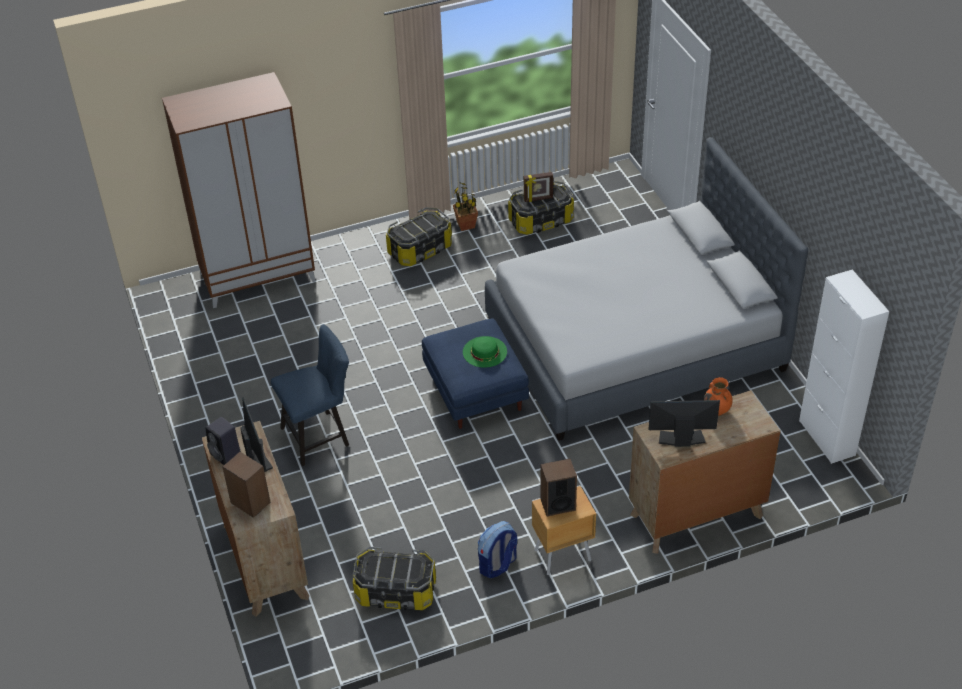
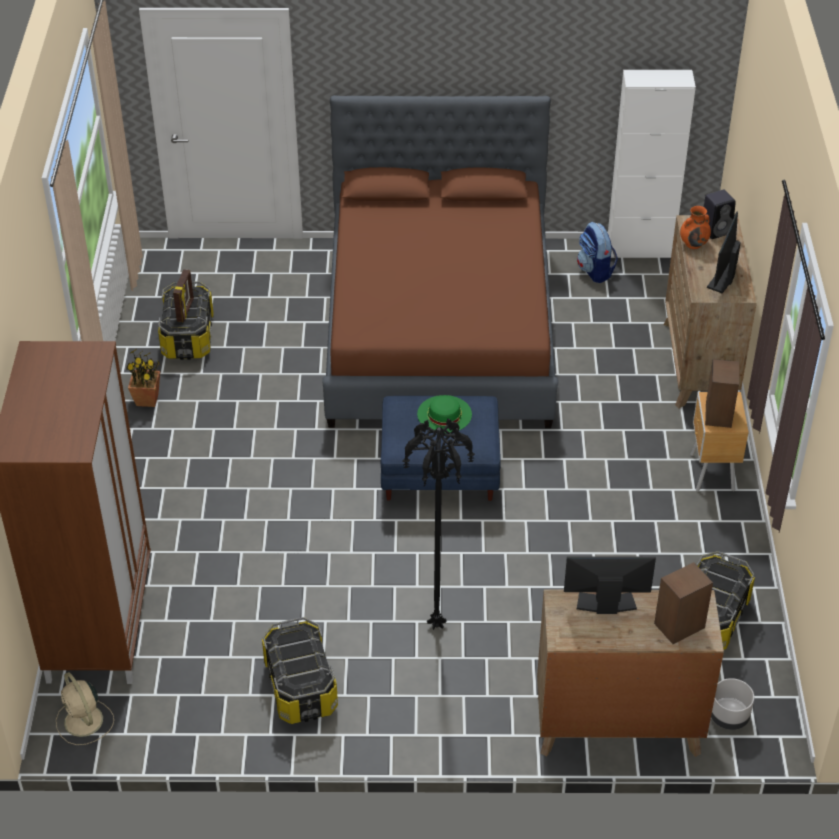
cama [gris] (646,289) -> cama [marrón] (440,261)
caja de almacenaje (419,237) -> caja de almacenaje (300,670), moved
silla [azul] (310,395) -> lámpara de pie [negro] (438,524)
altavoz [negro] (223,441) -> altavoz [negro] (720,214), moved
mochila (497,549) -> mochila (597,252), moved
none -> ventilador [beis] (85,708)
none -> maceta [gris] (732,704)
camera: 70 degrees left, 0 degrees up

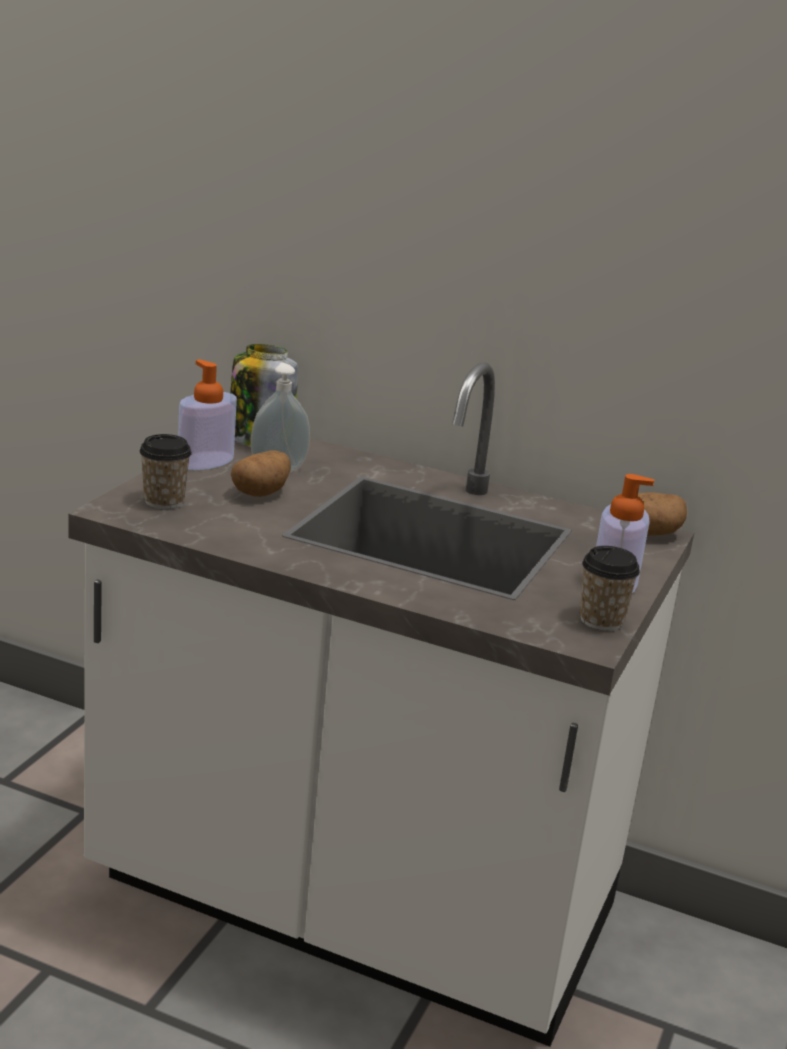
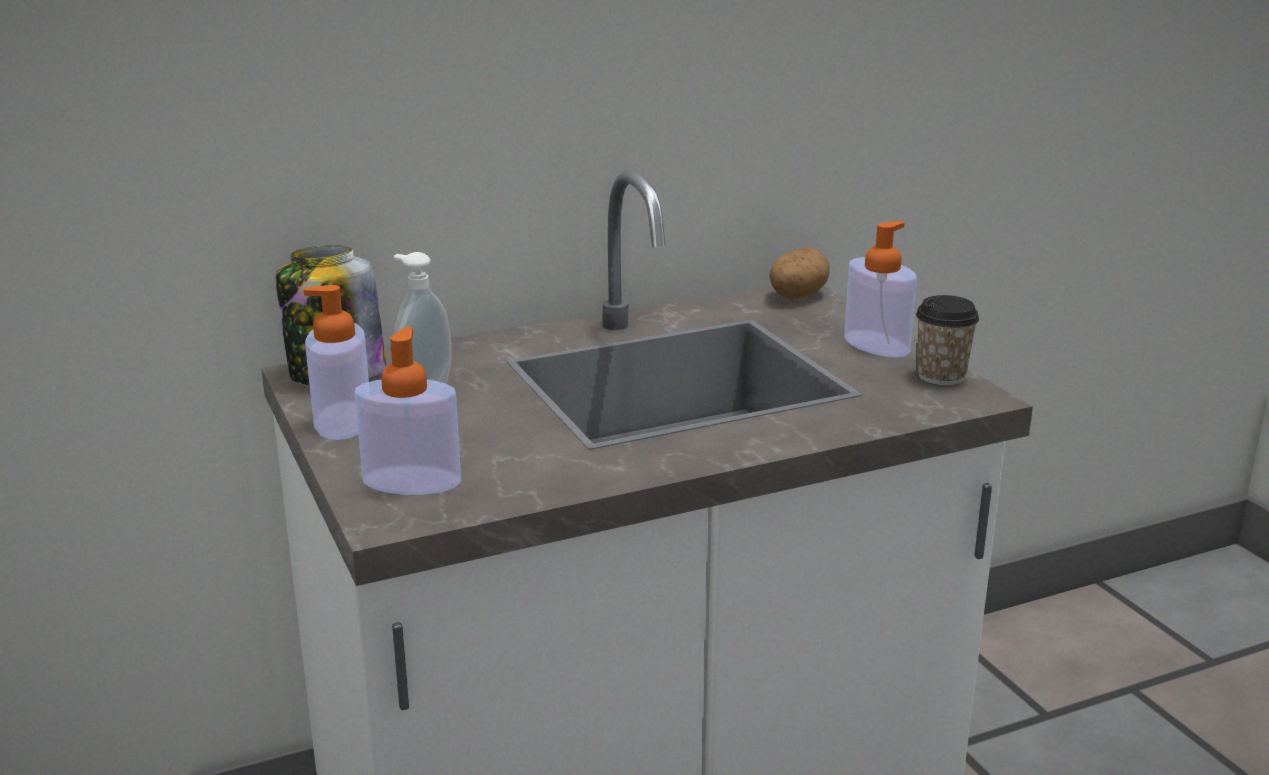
taza (165,471) -> dispensador de jabón (408,411)
patata (261,473) -> none
camera: 45 degrees left, 0 degrees up

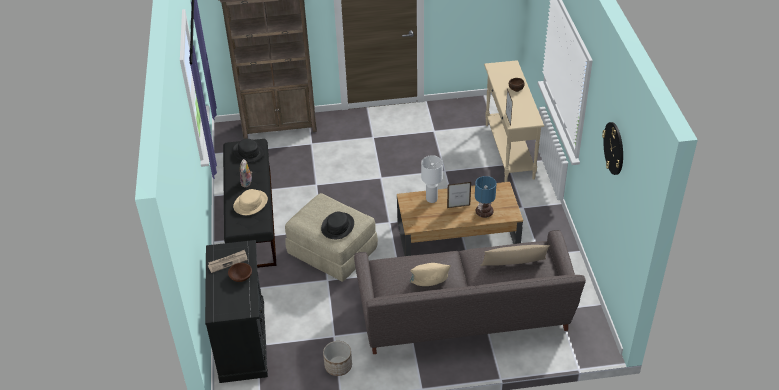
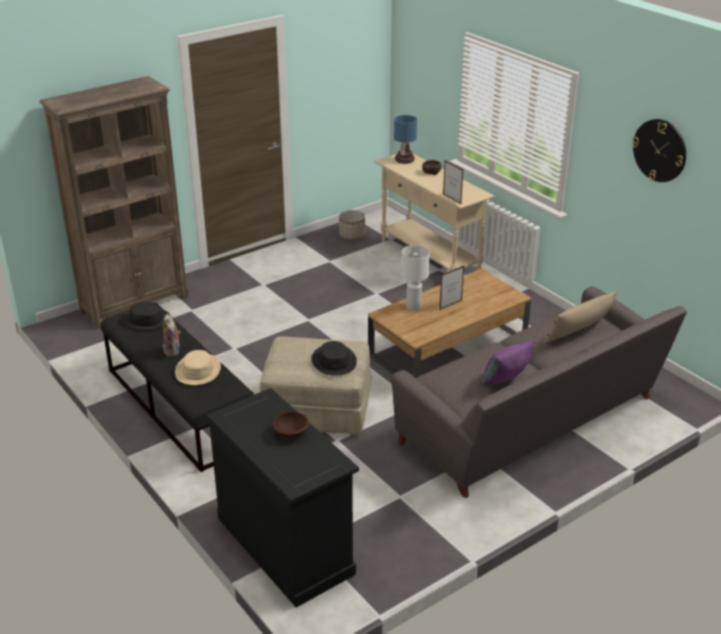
lámpara de mesa (486,197) -> lámpara de mesa (405,139), moved
periódico (228,261) -> none
cojín [beis] (430,274) -> cojín [morado] (508,362)
maceta (337,358) -> maceta (352,225), moved
camera: 30 degrees left, 10 degrees down

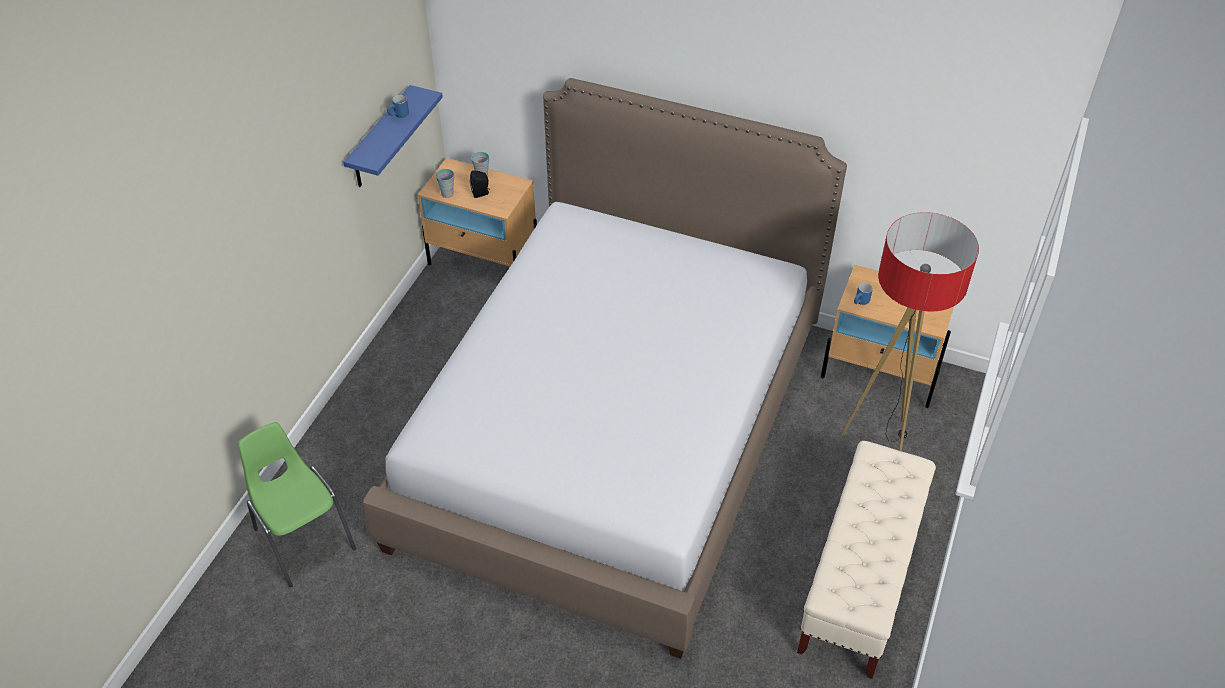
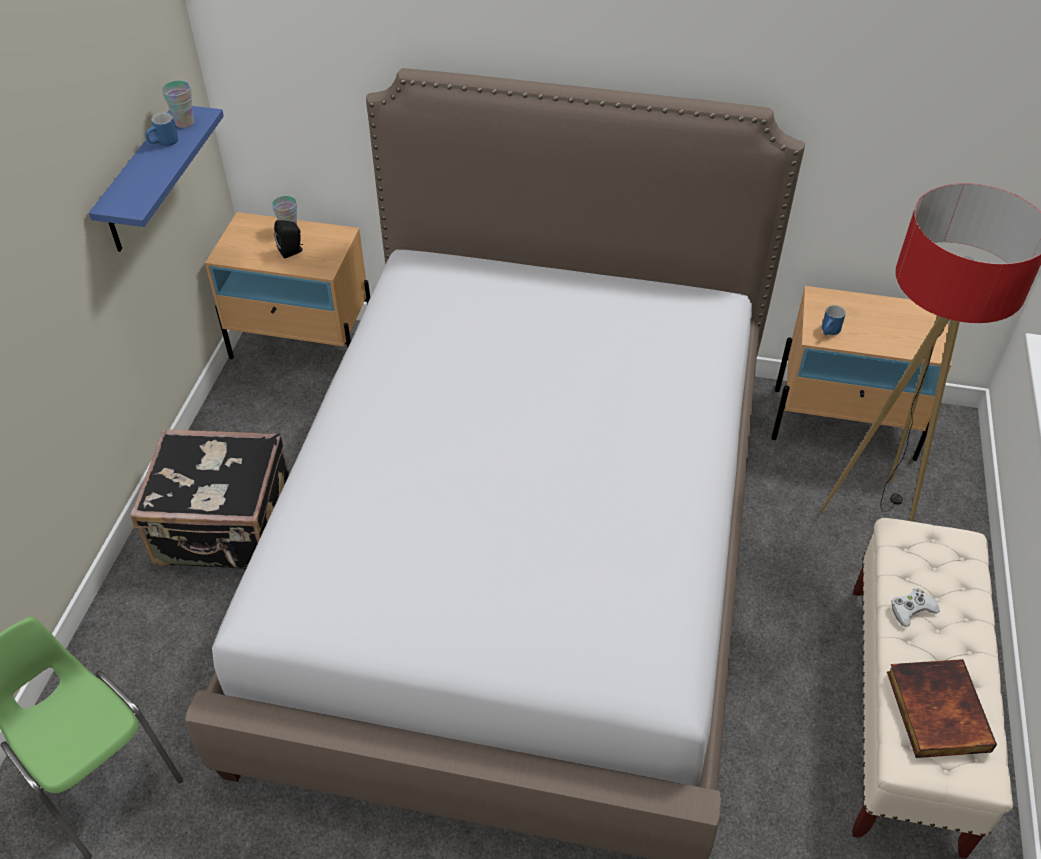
taza (445,183) -> taza (178,104), moved
none -> maleta [negro] (209,499)
none -> mando de consola [blanco] (915,607)
none -> libro (942,708)
camera: 10 degrees left, 0 degrees up

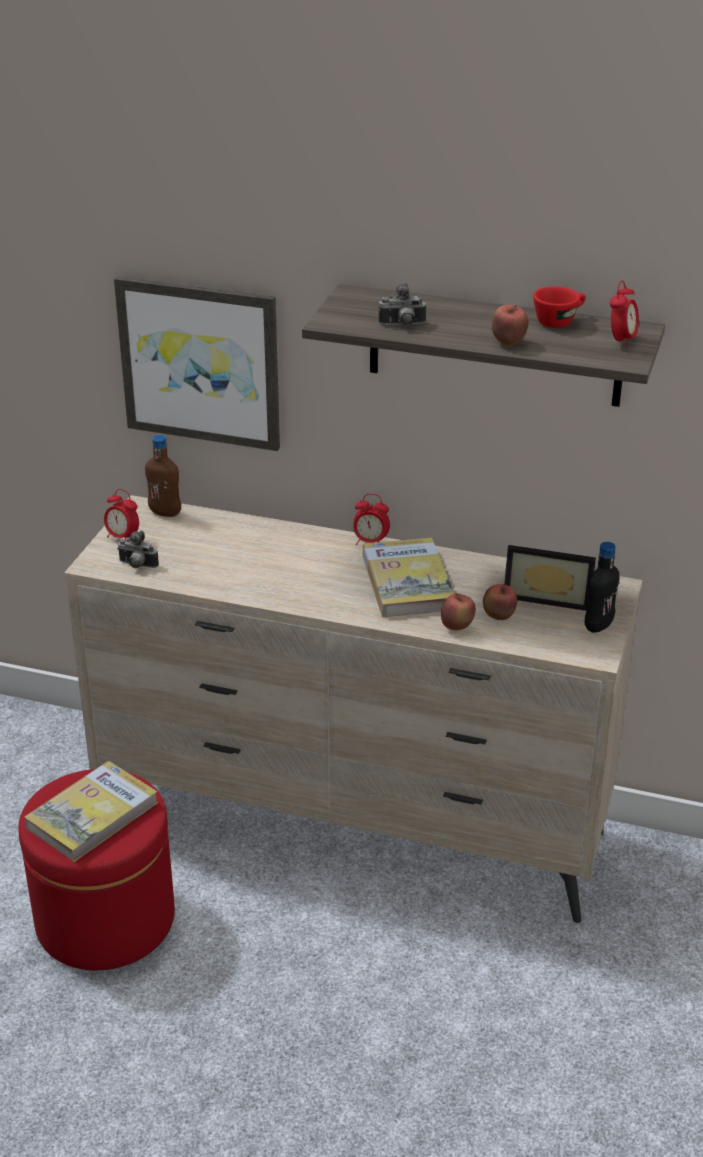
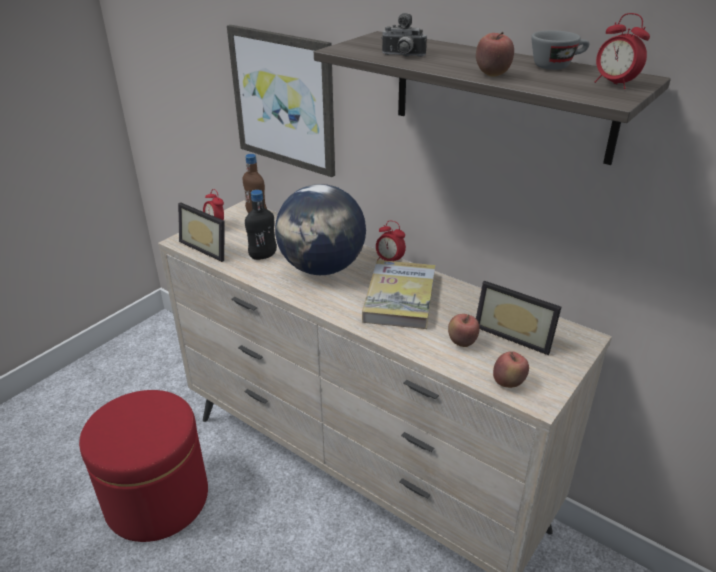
despertador (624,314) -> despertador (622,51), 90 degrees clockwise
taza [rojo] (559,307) -> taza [gris] (560,50)
cámara (138,549) -> portarretratos (201,232)
botella [negro] (602,587) -> botella [negro] (261,225), moved
manzana (458,611) -> manzana (511,369), moved
libro (91,811) -> none
none -> globo terráqueo (320,229)
camera: 20 degrees right, 0 degrees up

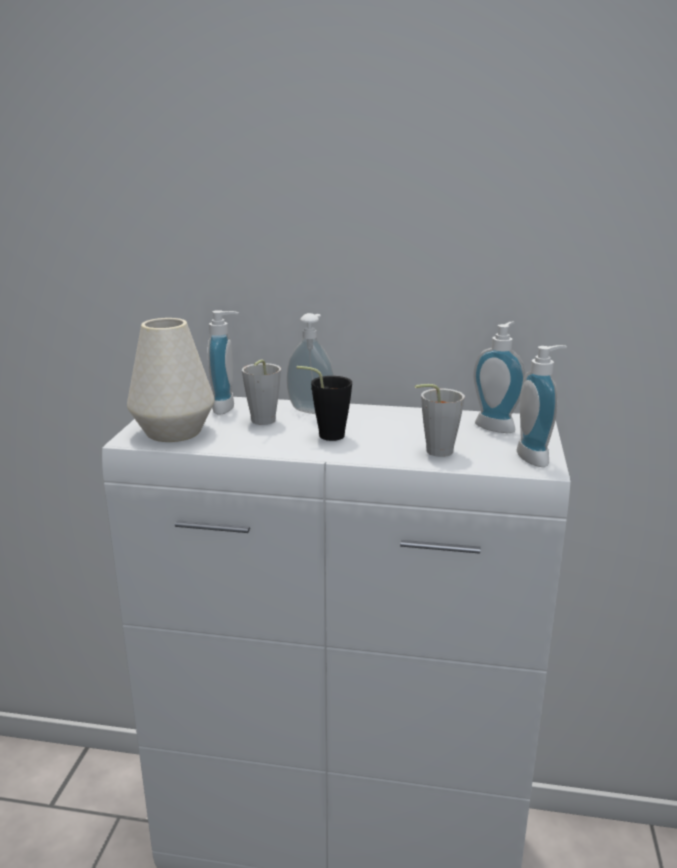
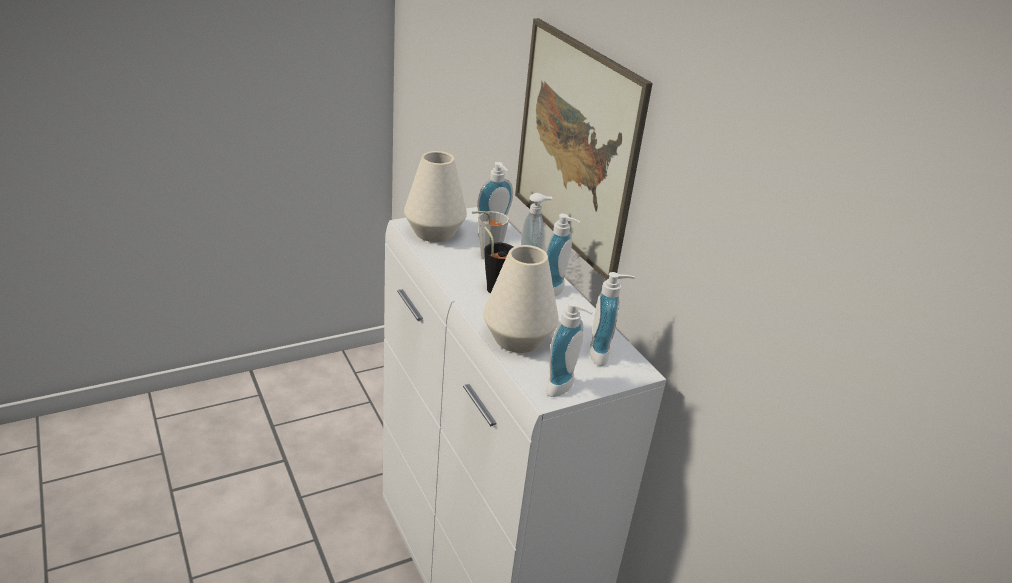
taza [gris] (440,420) -> florero [blanco] (521,299)
none -> cuadro (584,149)
none -> dispensador de jabón (563,255)
camera: 50 degrees right, 10 degrees up

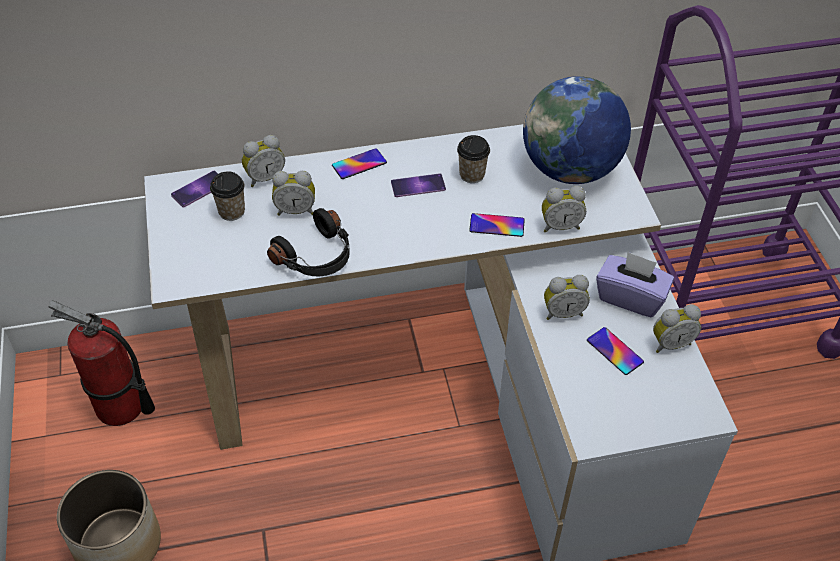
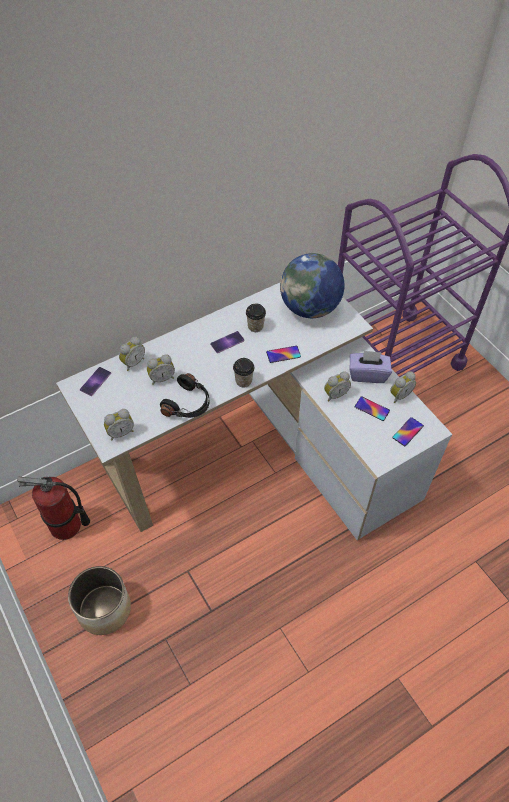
móvil (359,163) -> móvil (408,431), moved
taza (227,196) -> taza (244,372), moved
despertador (564,209) -> despertador (119,425), moved
camera: 20 degrees left, 5 degrees up

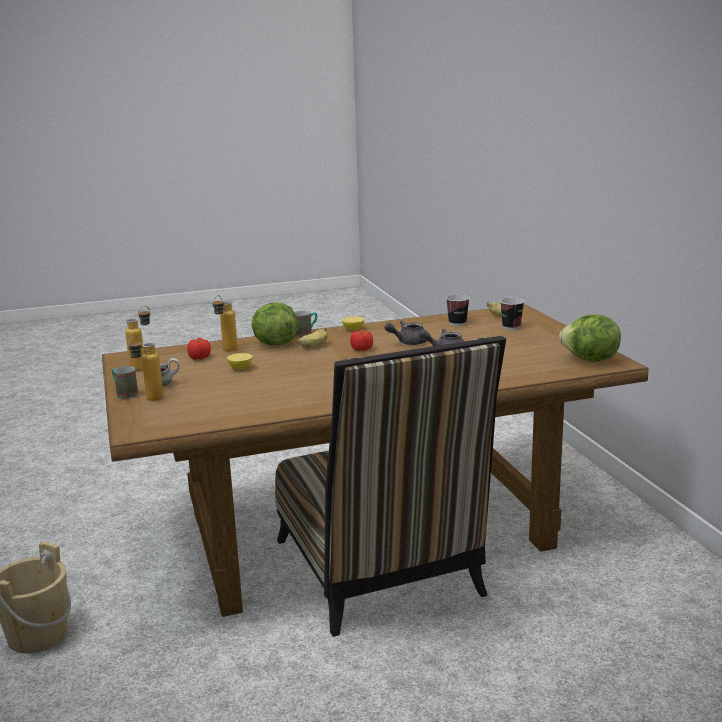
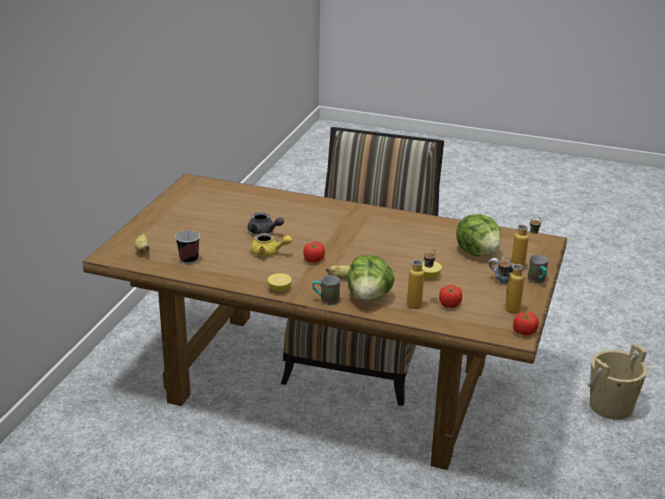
taza (512,314) -> none
lechuga (590,338) -> lechuga (478,235), moved
tetera [gris] (405,332) -> tetera [amarillo] (271,245)
none -> tomate (526,324)
camera: 145 degrees left, 10 degrees up

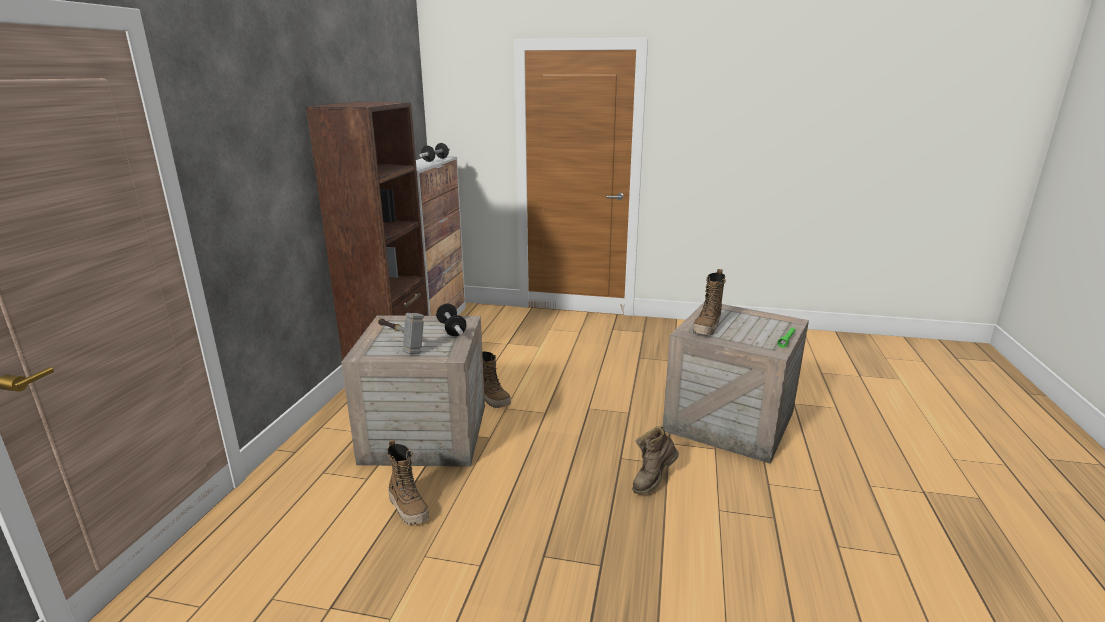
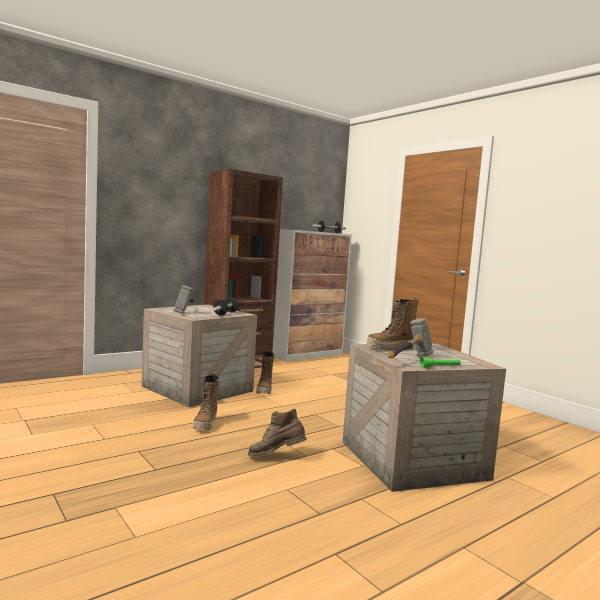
bota (408,482) -> bota (206,401), moved
none -> martillo (410,338)
camera: 40 degrees right, 15 degrees down

